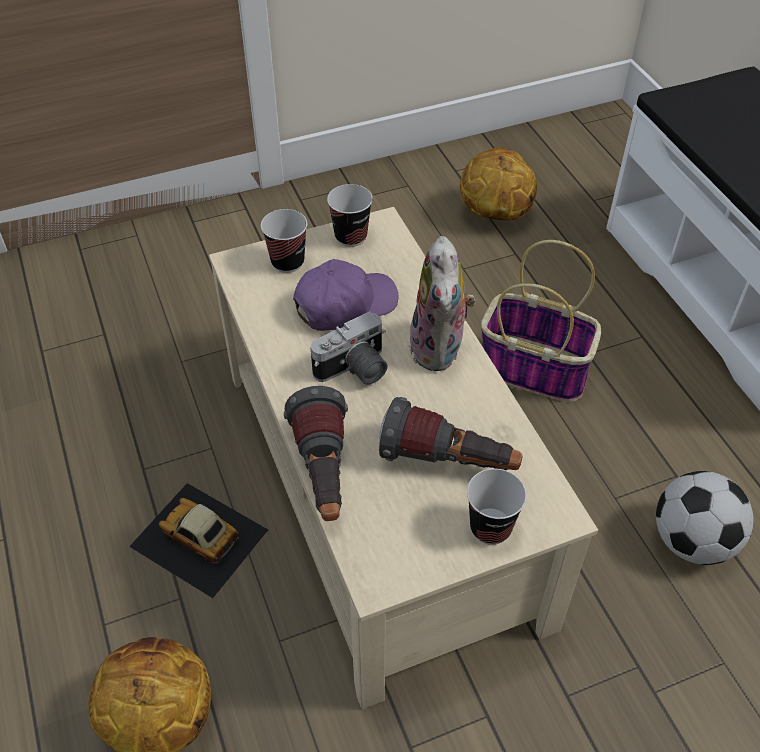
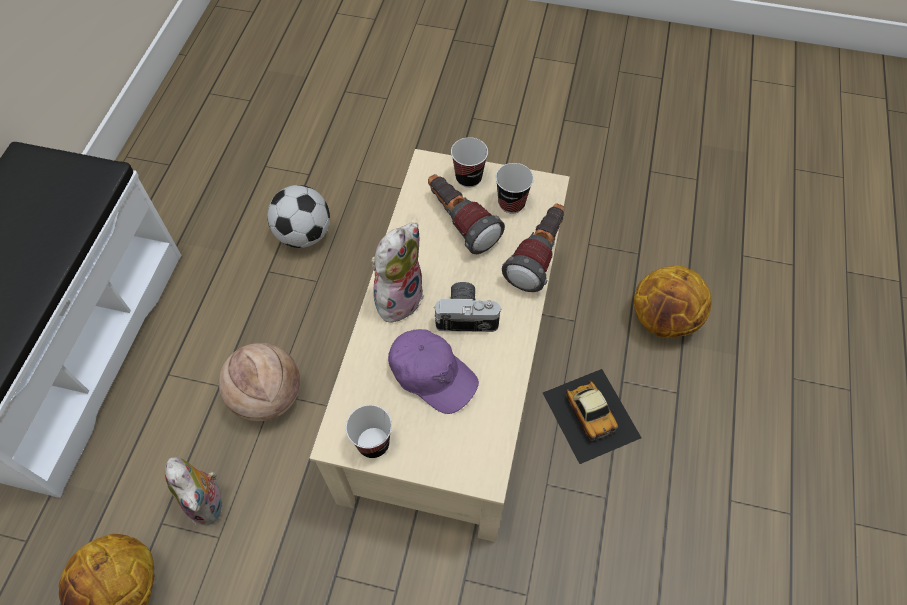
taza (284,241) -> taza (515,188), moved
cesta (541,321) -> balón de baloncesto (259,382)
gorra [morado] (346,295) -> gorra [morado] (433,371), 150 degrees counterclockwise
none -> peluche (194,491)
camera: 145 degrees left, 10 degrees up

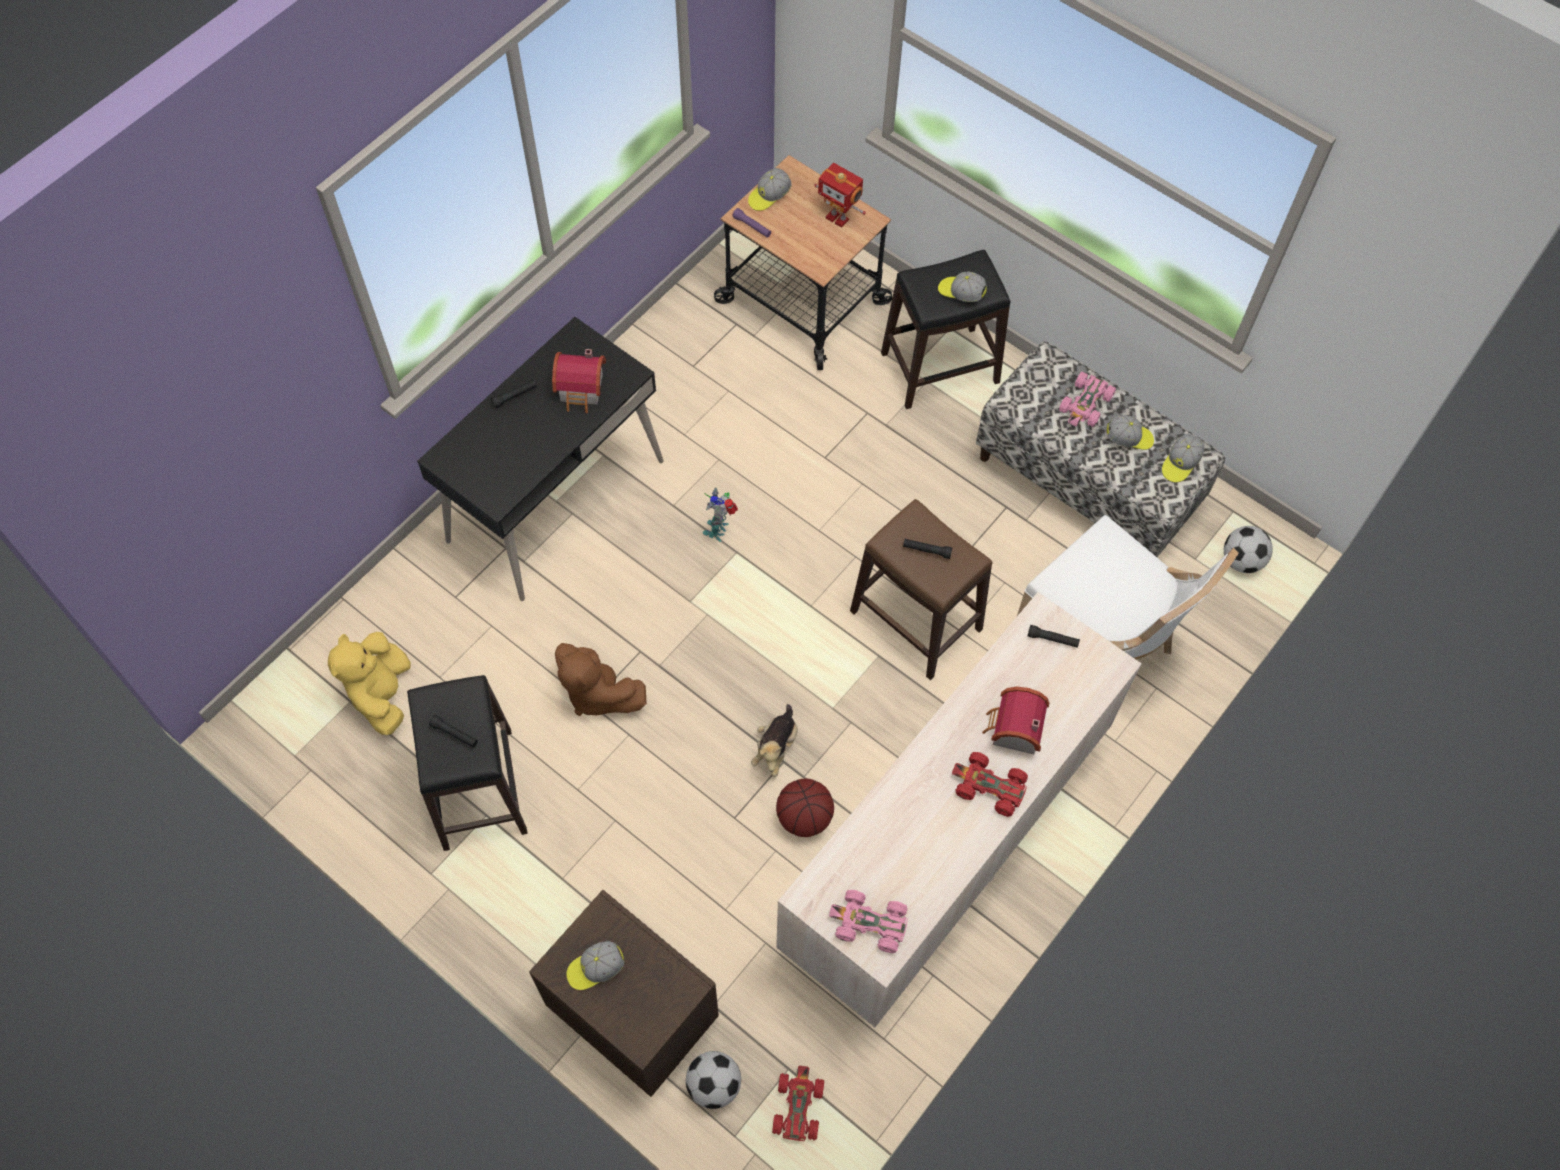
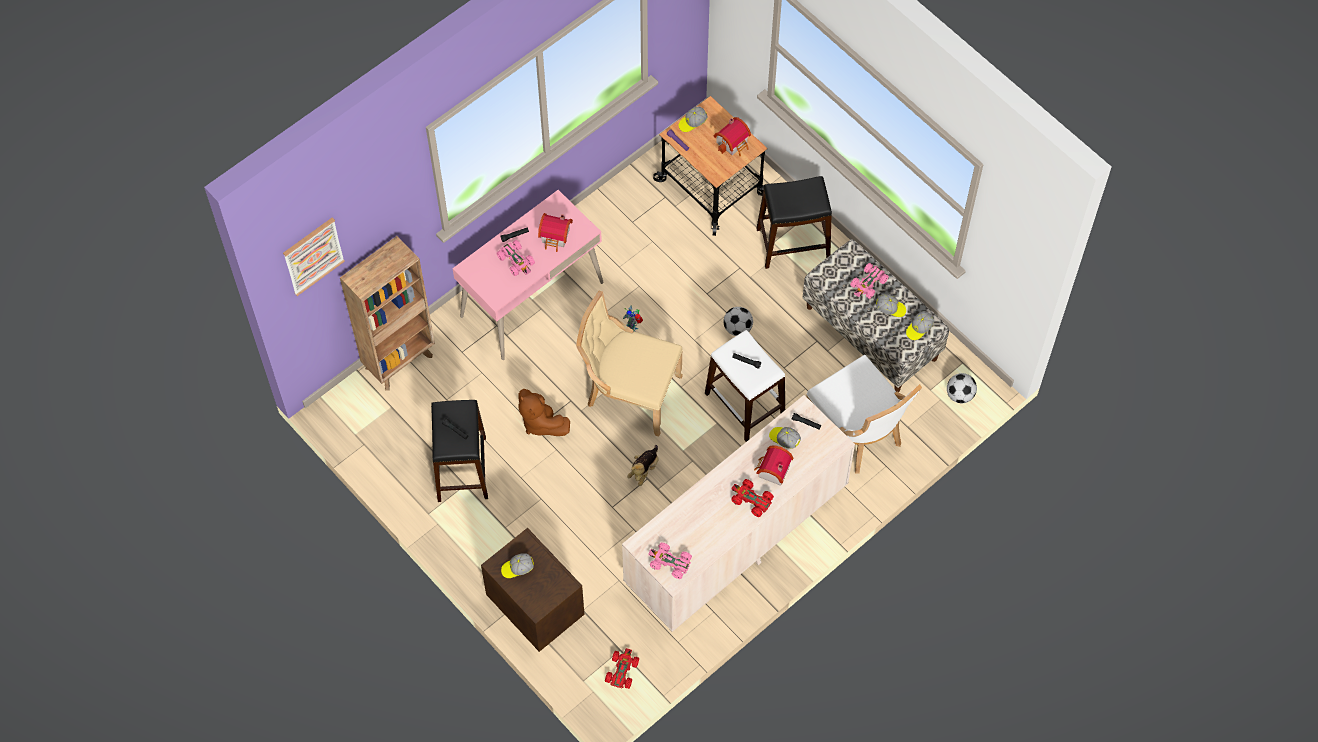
robot de juguete (840,195) -> casita (732,136)
gorra (962,286) -> gorra (785,438), moved
escritorio [negro] (540,459) -> escritorio [rosa] (528,275)
taburete [marrón] (921,589) -> taburete [blanco] (745,386)
peluche [amarillo] (369,683) -> none
balón de baloncesto (805,808) -> none
balón de fútbol (713,1080) -> balón de fútbol (738,321), moved
none -> cuadro (314,257)
none -> estantería [marrón] (387,313)
none -> coche de juguete [rosa] (516,258)
none -> silla [beis] (629,364)
camera: 10 degrees right, 0 degrees up

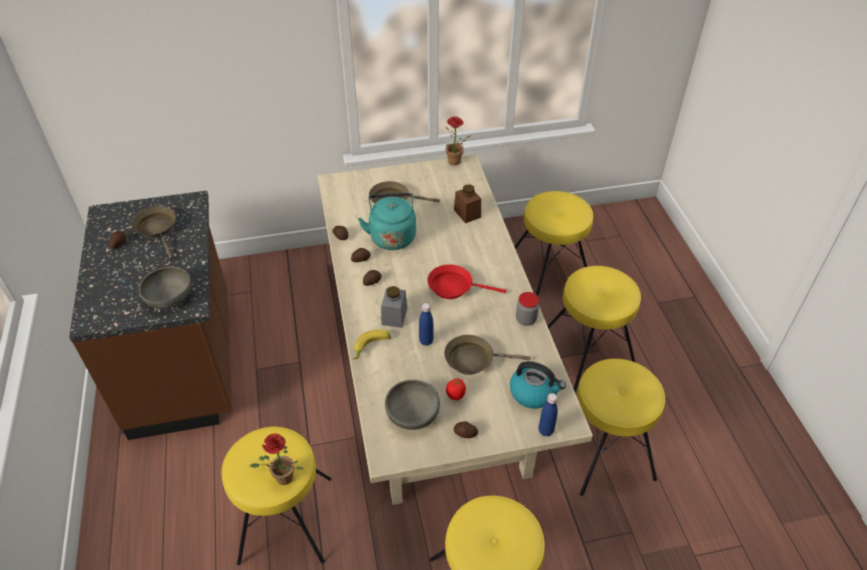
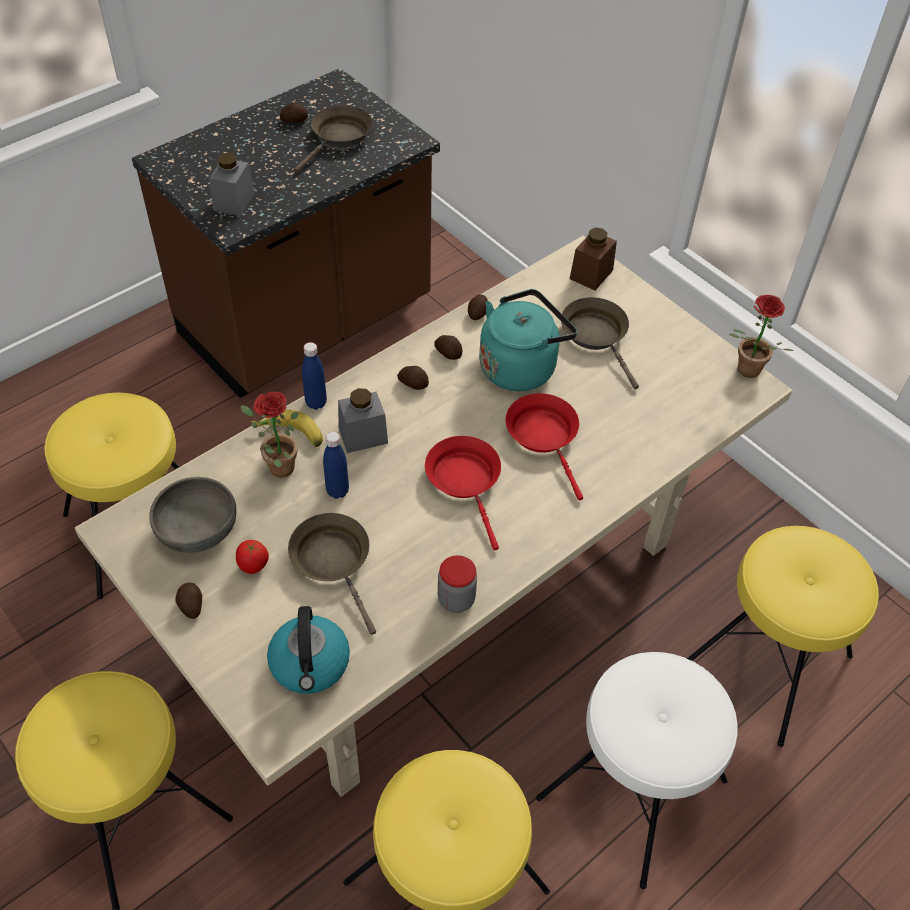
tarro [marrón] (467,204) -> tarro [marrón] (593,259), moved
taburete [amarillo] (594,329) -> taburete [blanco] (637,770)
cuenco [gris] (165,287) -> tarro [gris] (232,184)
botella [azul] (548,414) -> botella [azul] (314,376), moved
planta en maceta (276,459) -> planta en maceta (269,434), moved
none -> sartén [rojo] (544,446)
camera: 60 degrees right, 5 degrees up

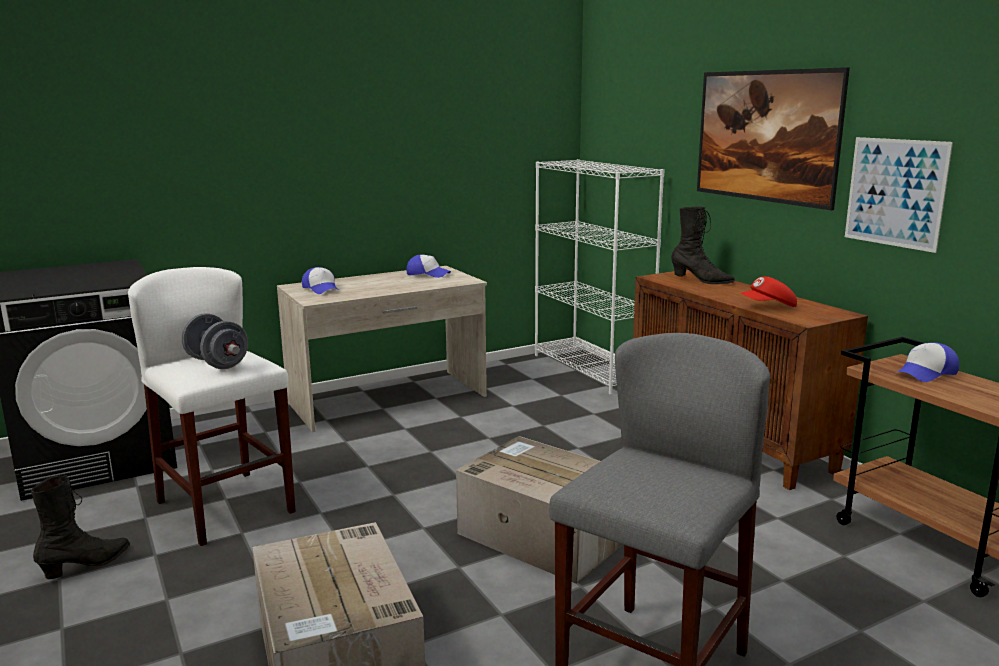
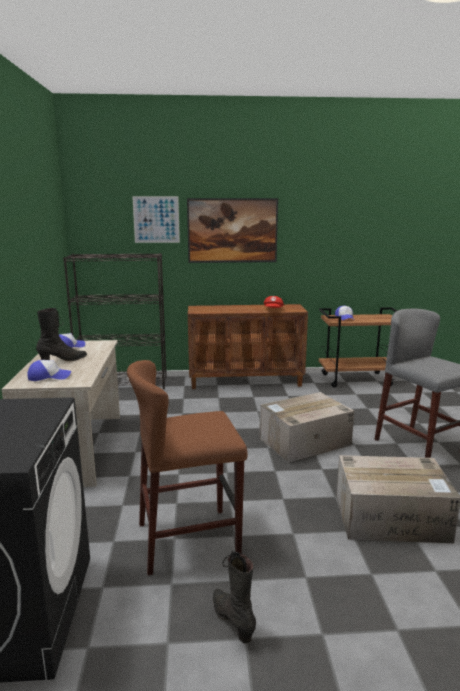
cuadro (899,195) -> cuadro (156,219), moved
estantería [blanco] (599,277) -> estantería [negro] (115,321)
bota [negro] (703,245) -> bota [negro] (61,334), moved
taburete [blanco] (212,406) -> taburete [marrón] (187,467)
mancuerna [gris] (214,341) -> none
camera: 65 degrees left, 0 degrees up

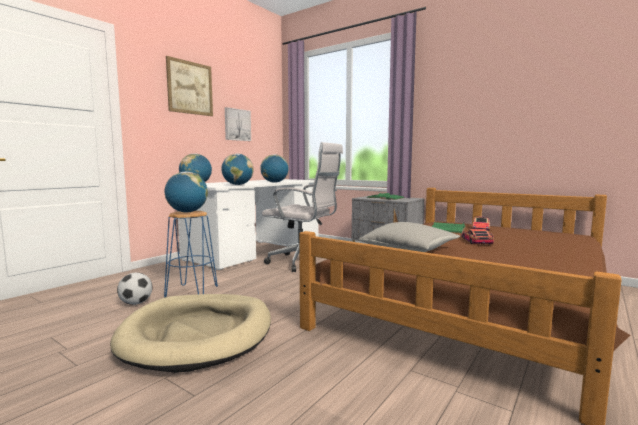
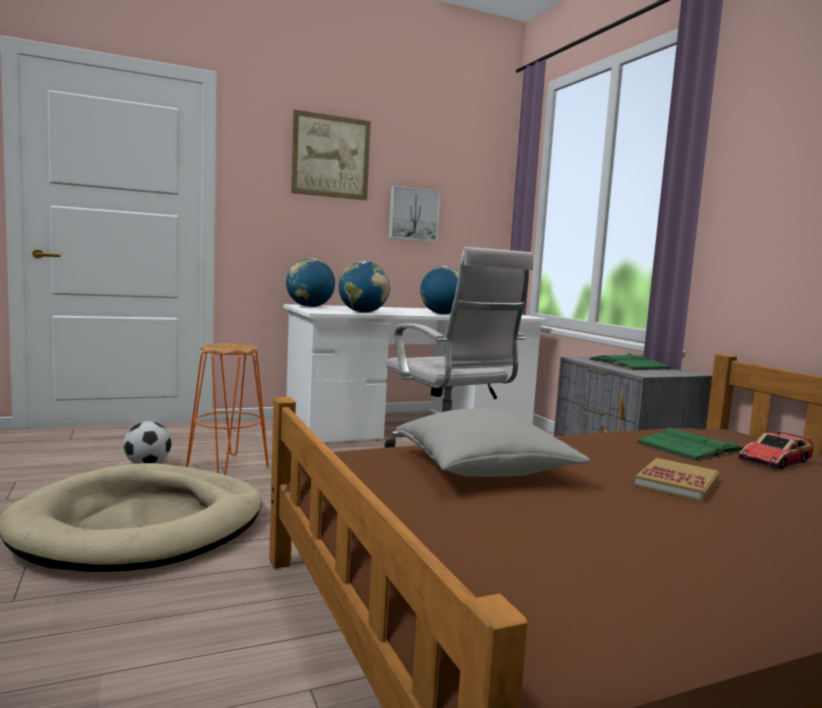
globo terráqueo (186,192) -> none
taburete [azul] (191,254) -> taburete [naranja] (227,409)
coche de juguete (477,236) -> libro (677,480)
camera: 30 degrees right, 0 degrees up

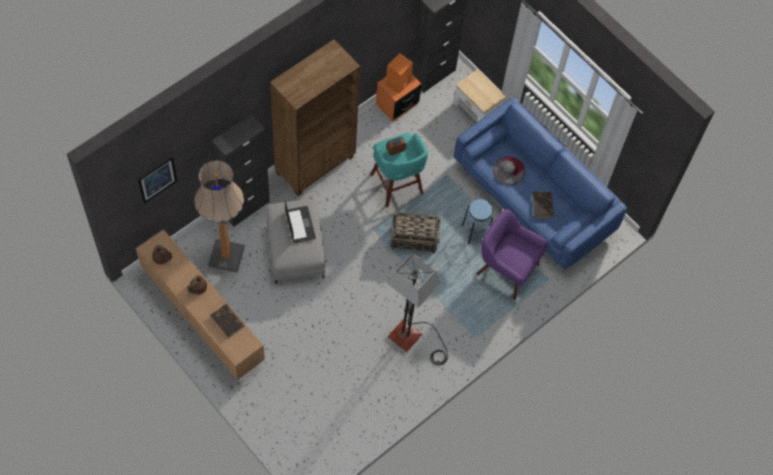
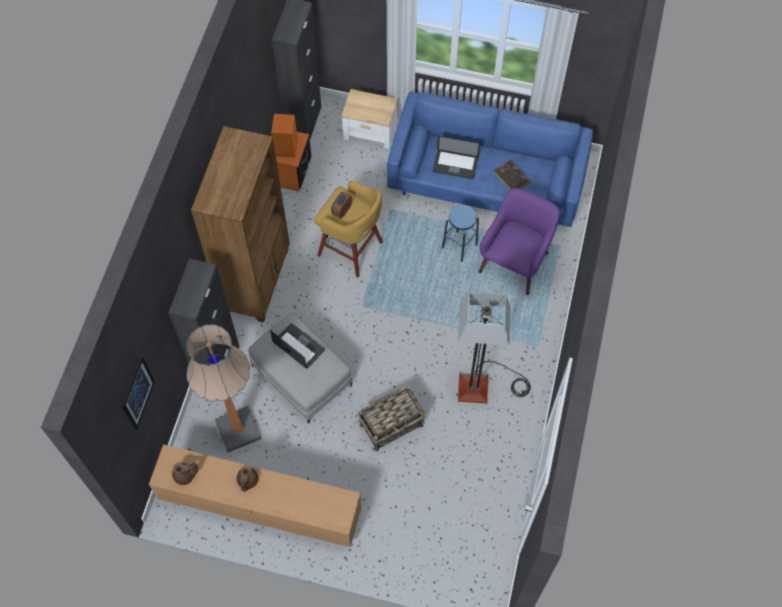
taburete [turquesa] (399,170) -> taburete [amarillo] (348,229)
sombrero [gris] (509,171) -> portátil (456,157)
sillón [morado] (512,254) -> sillón [morado] (519,241), 120 degrees clockwise
cesta (416,232) -> cesta (391,418), moved
libro [marrón] (227,321) -> none
camera: 30 degrees left, 0 degrees up

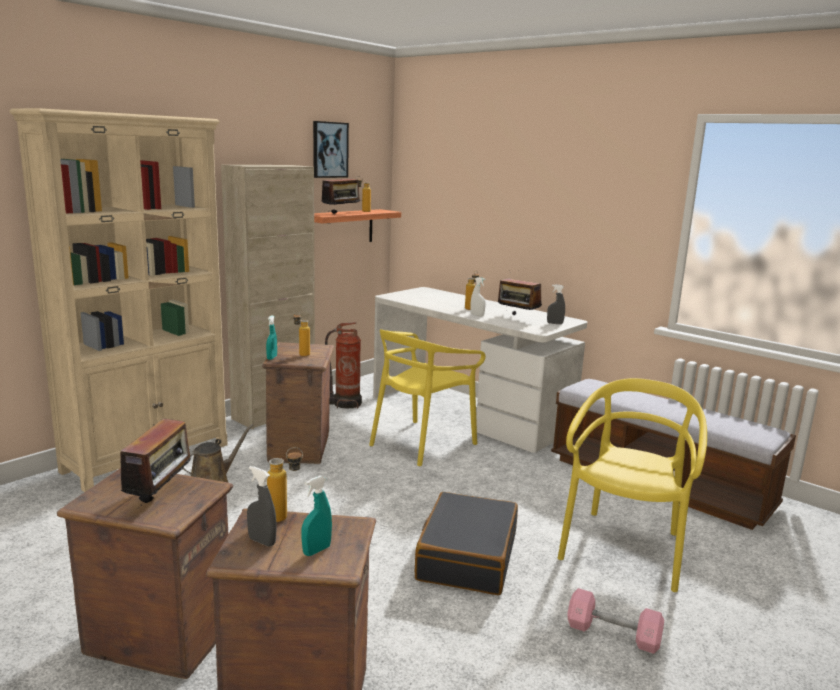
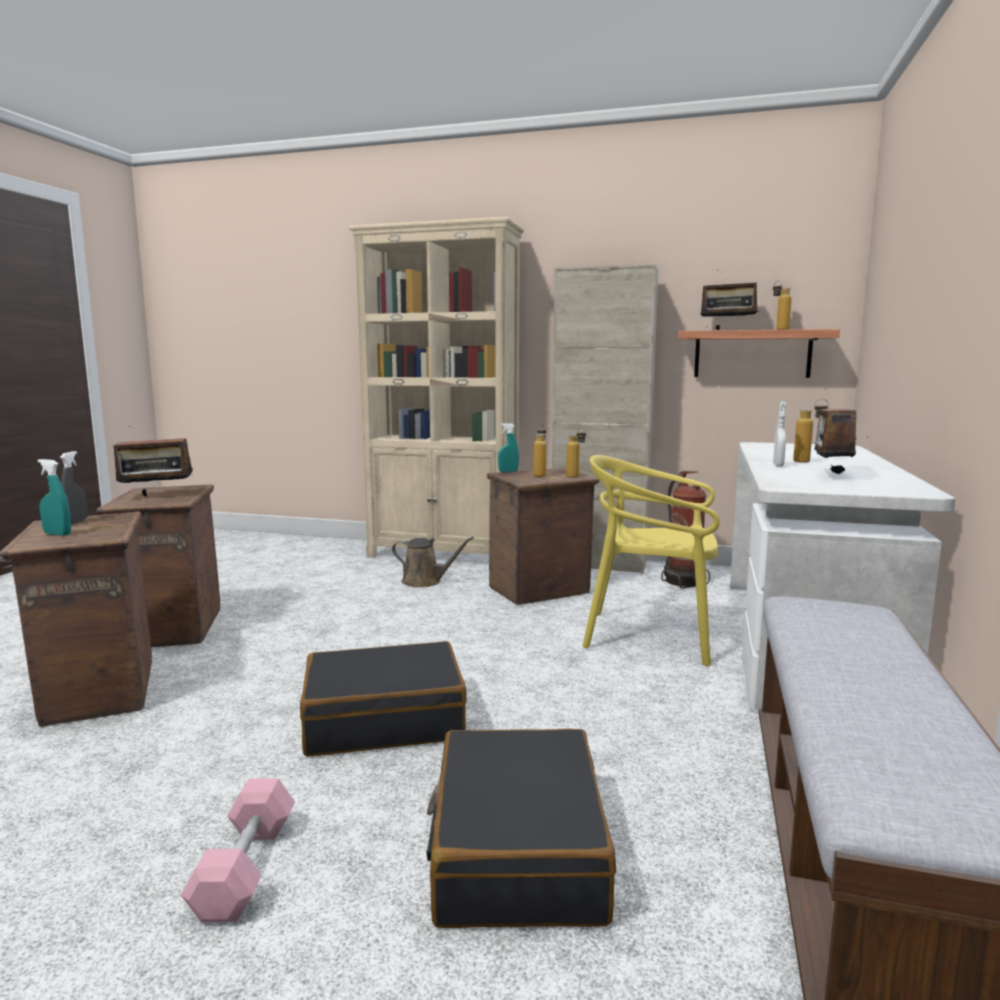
cuadro (331,149) -> none
pulverizador [gris] (556,304) -> none
silla [amarillo] (632,485) -> maleta [negro] (521,828)
botella (285,484) -> botella (576,452), moved
camera: 65 degrees right, 5 degrees down

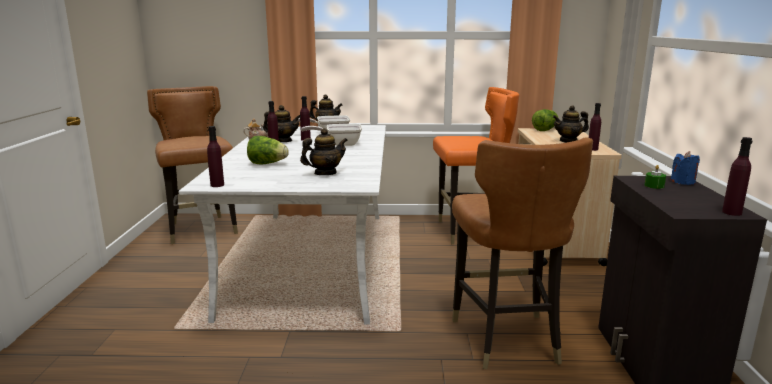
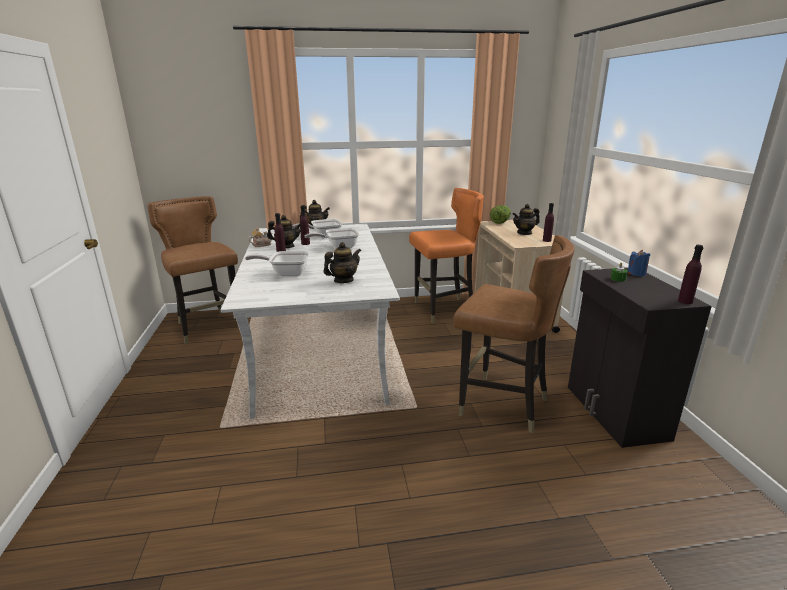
botella [morado] (215,156) -> none
lechuga (268,150) -> sartén (277,263)
silla [marrón] (522,253) -> silla [marrón] (514,334), 45 degrees counterclockwise
camera: 10 degrees left, 5 degrees up

